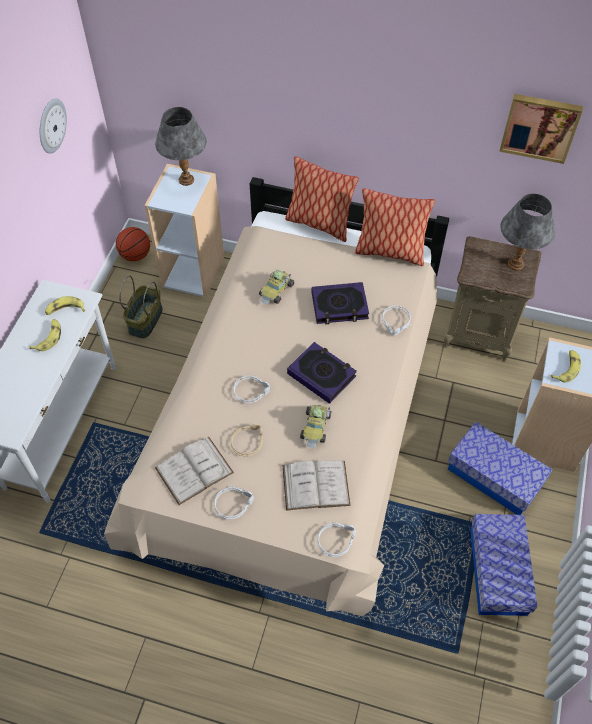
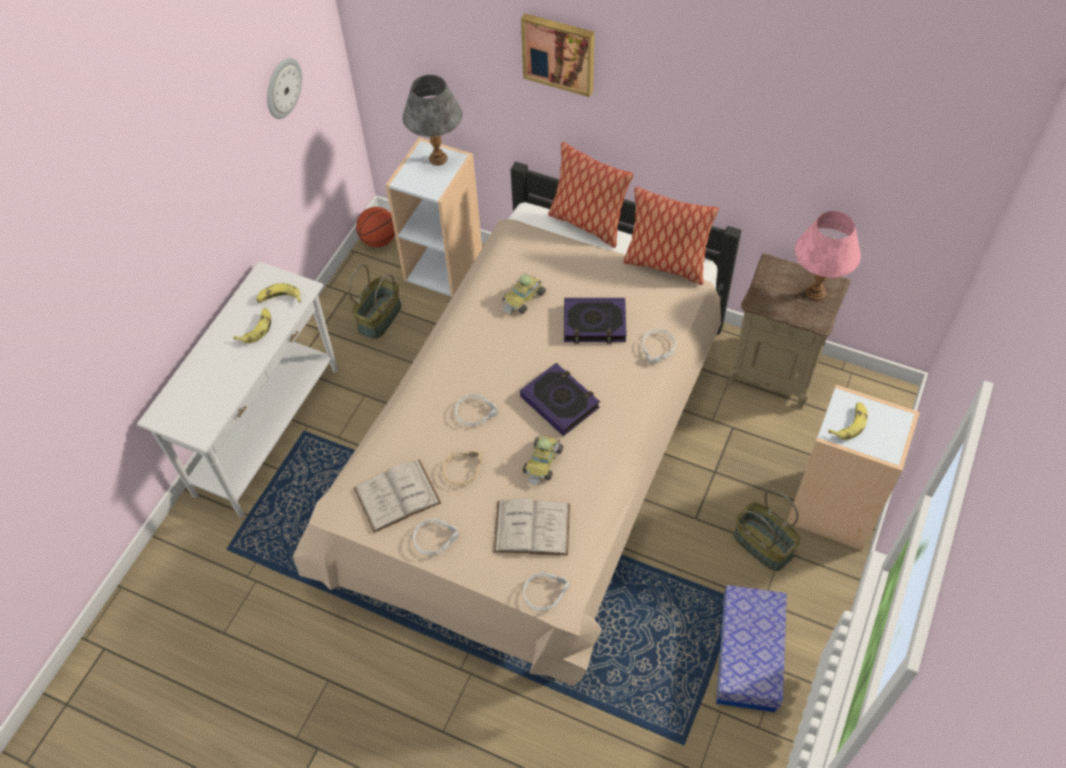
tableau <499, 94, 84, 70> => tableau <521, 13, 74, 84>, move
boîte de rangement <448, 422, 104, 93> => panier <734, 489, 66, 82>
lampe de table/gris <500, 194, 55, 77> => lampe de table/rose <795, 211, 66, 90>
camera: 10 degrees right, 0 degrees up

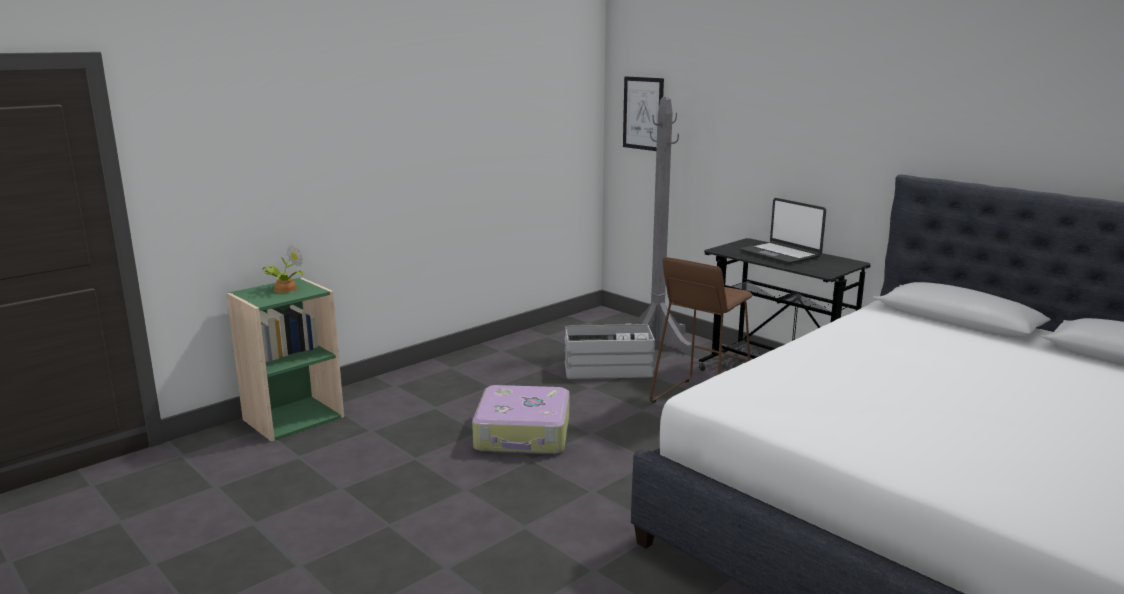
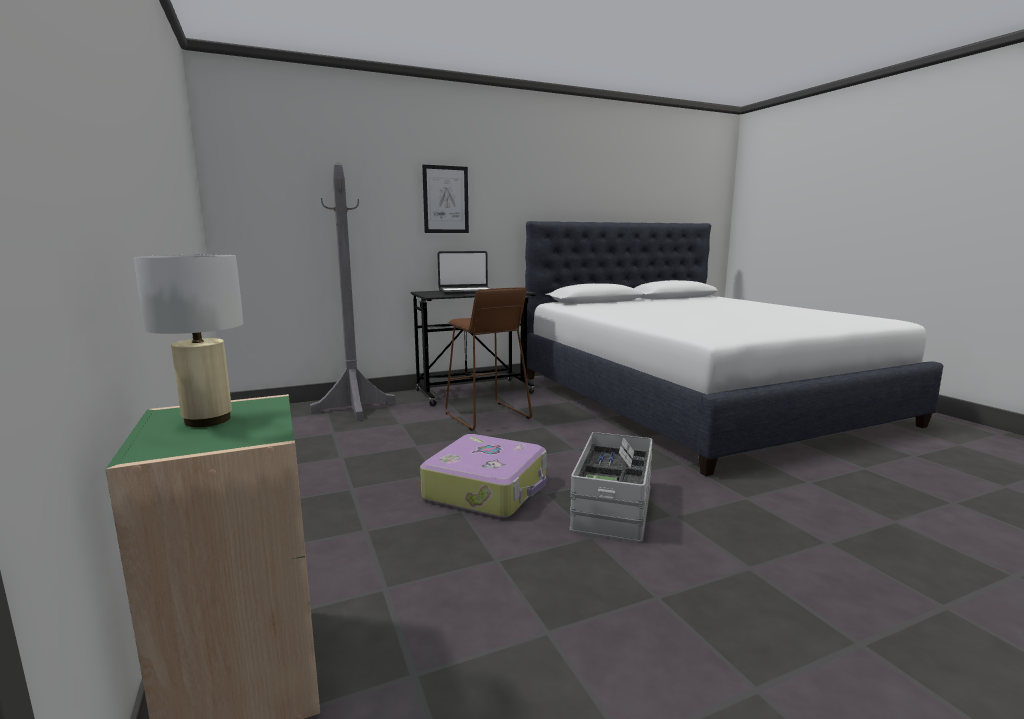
boîte de rangement/gris <565, 324, 90, 55> => boîte de rangement/gris <569, 432, 84, 111>, move
tableau <623, 77, 41, 74> => tableau <422, 165, 47, 68>, move
plante en pot <262, 245, 42, 48> => lampe de table/blanc <134, 255, 109, 172>
camera: 70 degrees left, 5 degrees down

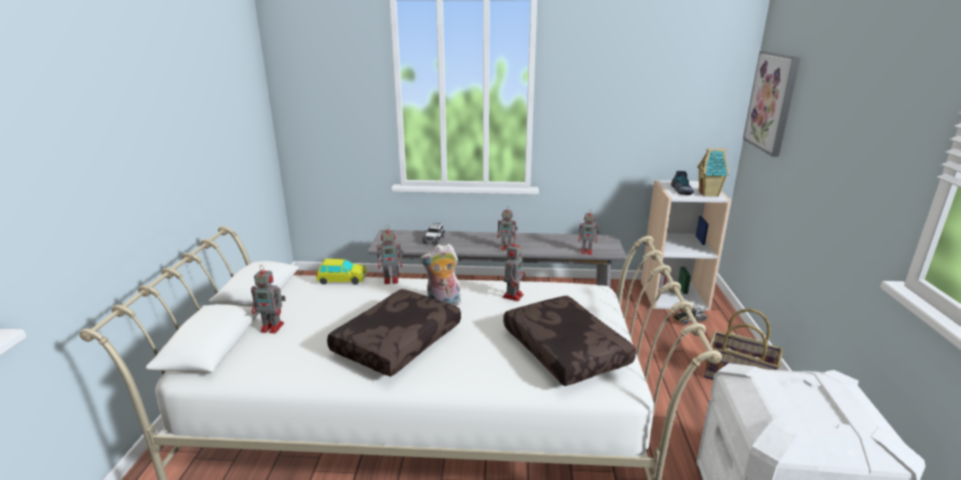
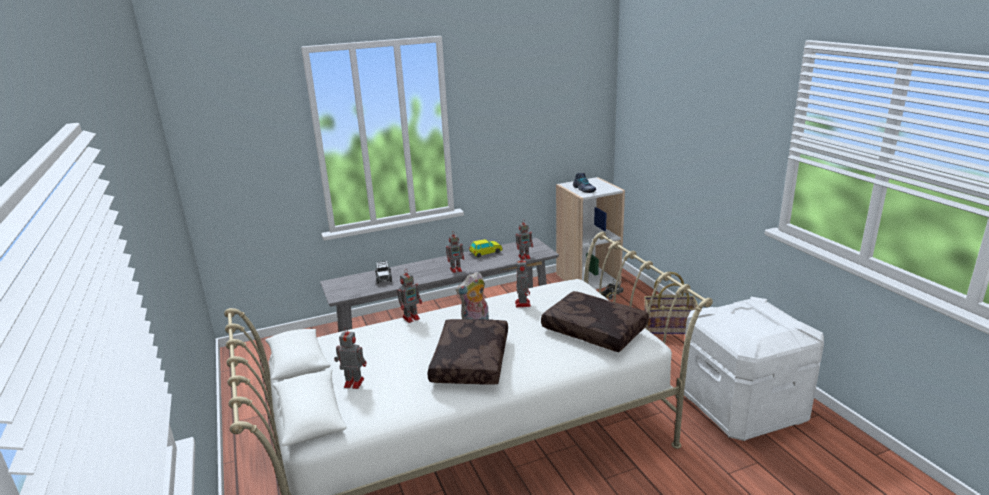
maison miniature <697, 148, 32, 49> => nothing
tableau <743, 51, 57, 106> => nothing
petite voiture <316, 259, 51, 26> => petite voiture <469, 239, 34, 19>, move
robot jouet <251, 265, 35, 68> => robot jouet <334, 327, 32, 62>, 150 degrees counterclockwise
camera: 25 degrees left, 0 degrees up

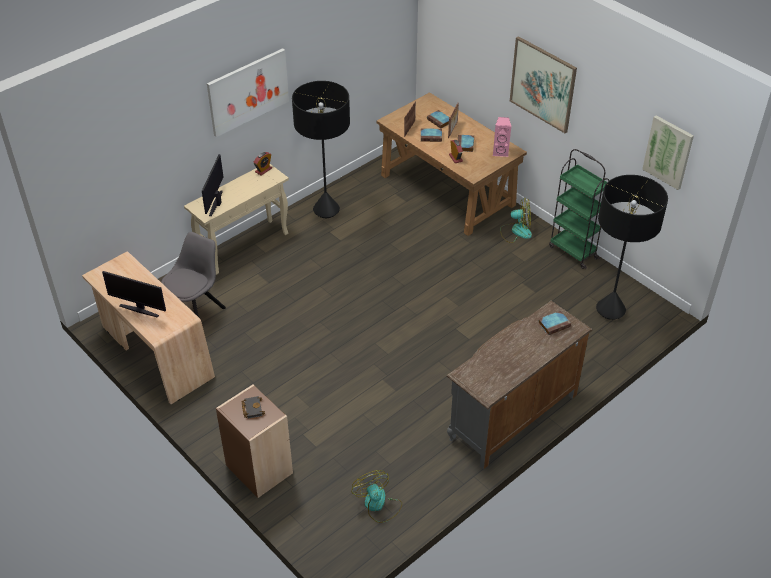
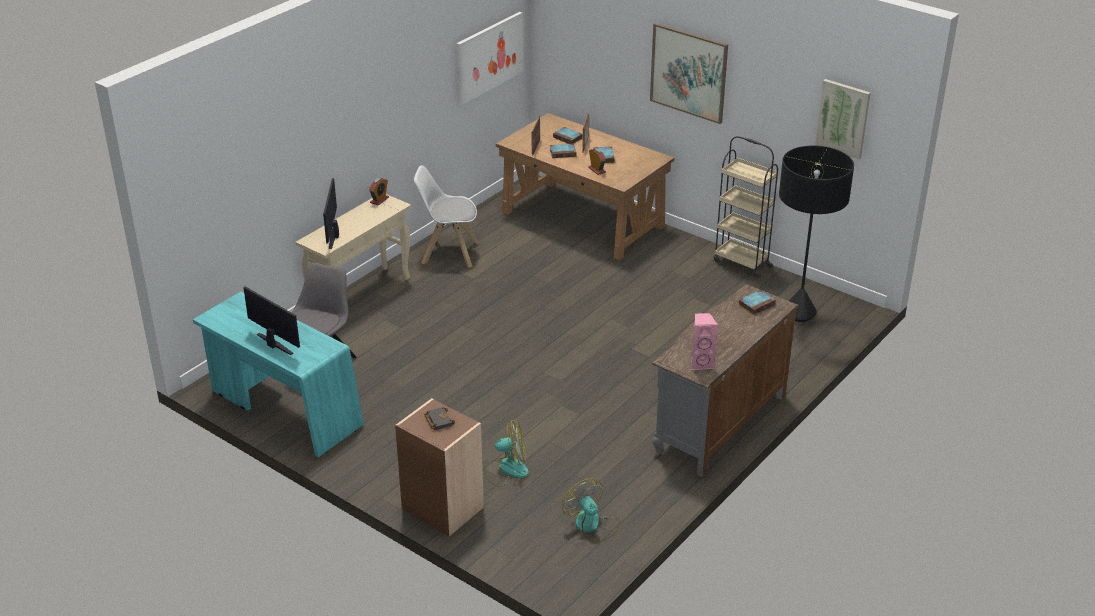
tableau <207, 48, 82, 89> => tableau <457, 12, 66, 93>, move
enceinte/rose <493, 117, 19, 40> => enceinte/rose <691, 313, 27, 57>, move
ventilateur <500, 198, 32, 45> => ventilateur <483, 420, 46, 67>, move
lampadaire/noir <292, 81, 58, 137> => chaise <414, 165, 66, 103>
bureau/beige <82, 251, 133, 153> => bureau/turquoise <193, 292, 171, 165>
chariot/vert <549, 149, 60, 120> => chariot/beige <714, 136, 64, 142>
écran d'ordinateur <102, 271, 64, 47> => écran d'ordinateur <243, 286, 57, 69>, 150 degrees counterclockwise
camera: 10 degrees left, 10 degrees down

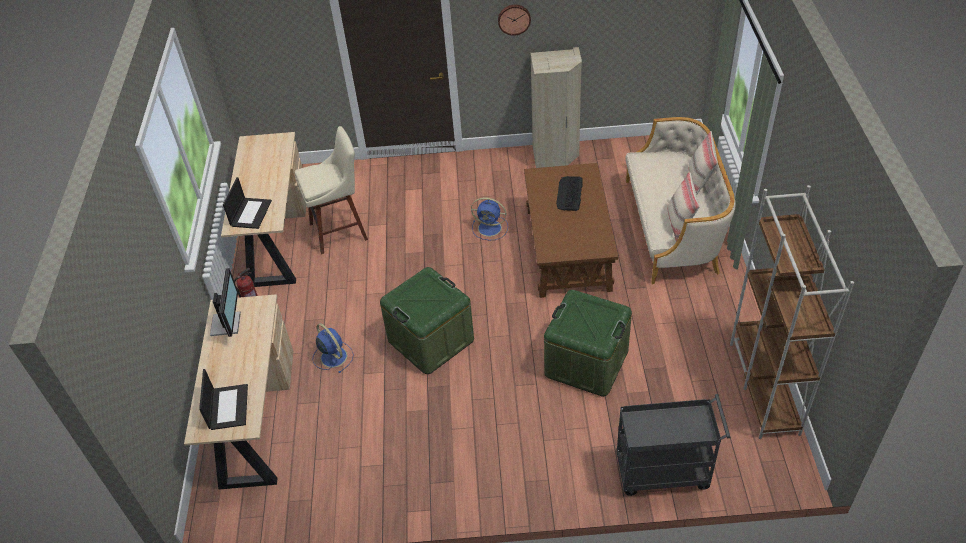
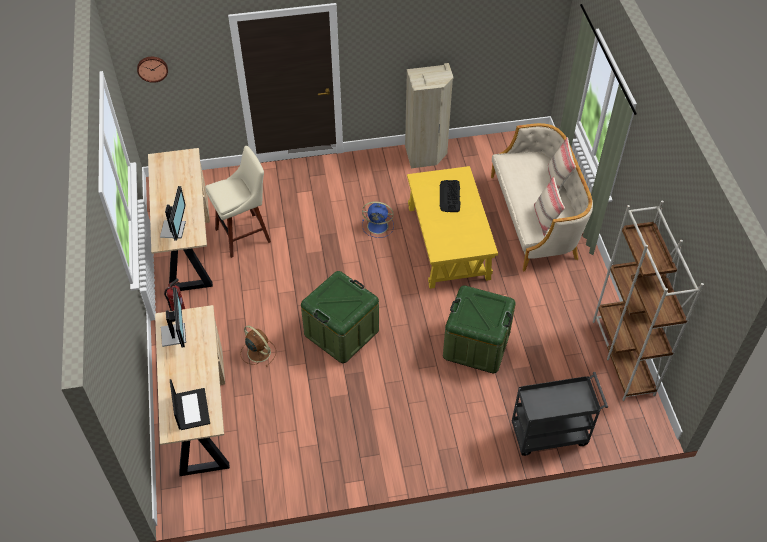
horloge murale <498, 5, 33, 31> => horloge murale <137, 57, 31, 26>, move
ordinateur portable <223, 177, 49, 52> => écran d'ordinateur <160, 186, 26, 55>
ventilateur/bleu <313, 323, 41, 50> => ventilateur/marron <240, 326, 36, 41>
table basse/marron <524, 163, 94, 135> => table basse/jaune <407, 166, 91, 123>
camera: 10 degrees left, 5 degrees up

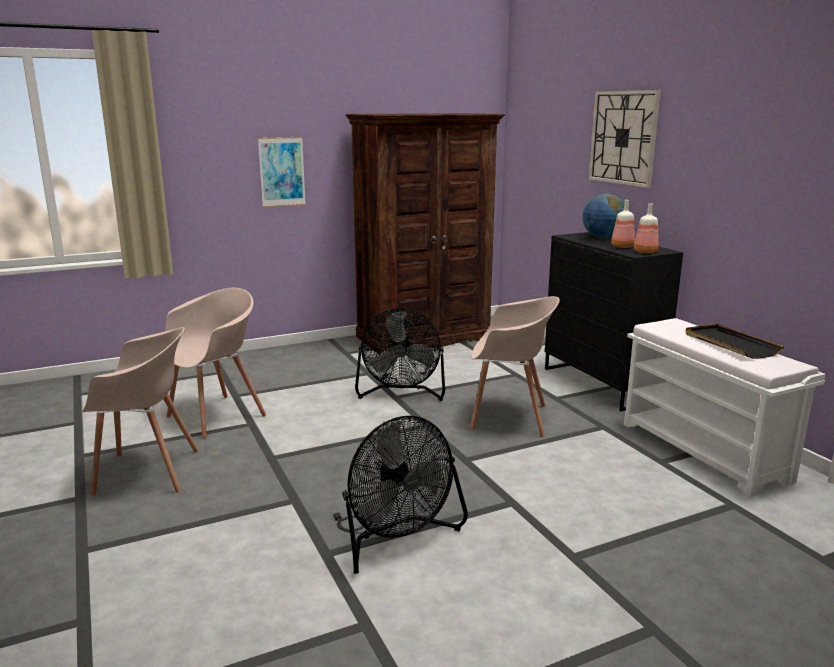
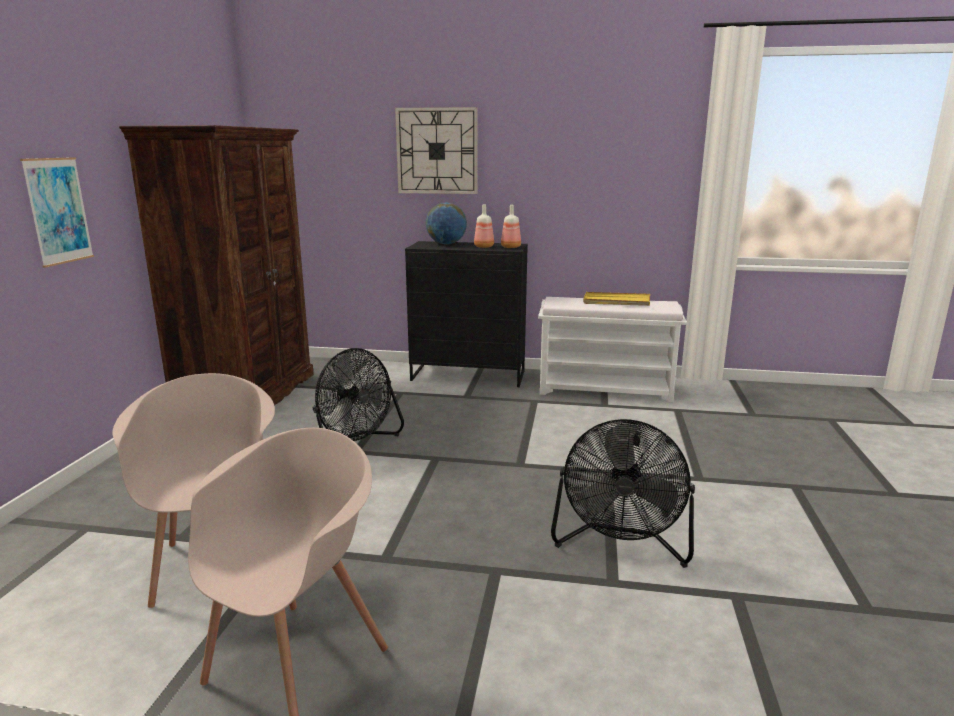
chaise/beige <470, 296, 90, 140> => nothing
plateau/noir <685, 324, 99, 35> => plateau/jaune <583, 292, 67, 14>
ventilateur/noir <333, 416, 135, 158> => ventilateur/noir <551, 419, 144, 149>, 105 degrees clockwise
camera: 55 degrees left, 0 degrees up

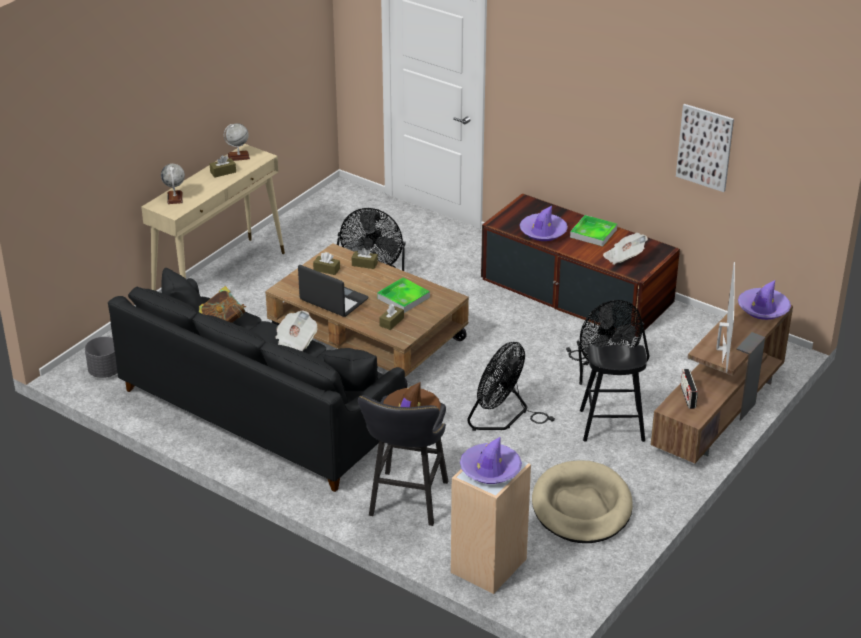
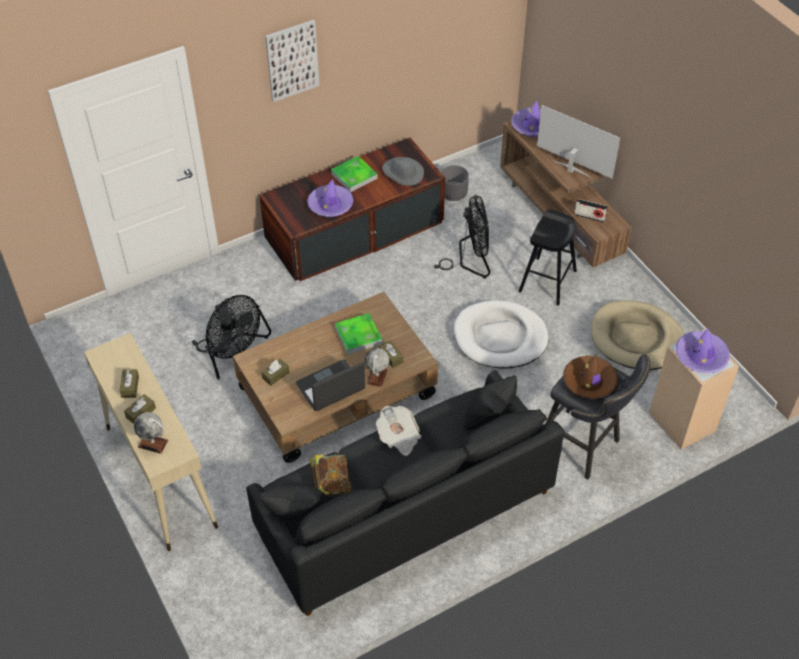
cache-pot/gris <85, 336, 32, 42> => cache-pot/gris <441, 165, 28, 36>, move
globe <224, 123, 26, 38> => globe <365, 348, 24, 39>, move
boîte à mouchoirs/marron <352, 248, 26, 21> => boîte à mouchoirs/marron <124, 394, 32, 30>, move
tableau <676, 104, 58, 88> => tableau <265, 20, 54, 82>, move
ventilateur/noir <467, 342, 88, 89> => panier pour chien/blanc <454, 300, 95, 69>
journal <603, 233, 45, 32> => chapeau/gris <382, 157, 42, 29>
camera: 65 degrees left, 15 degrees up

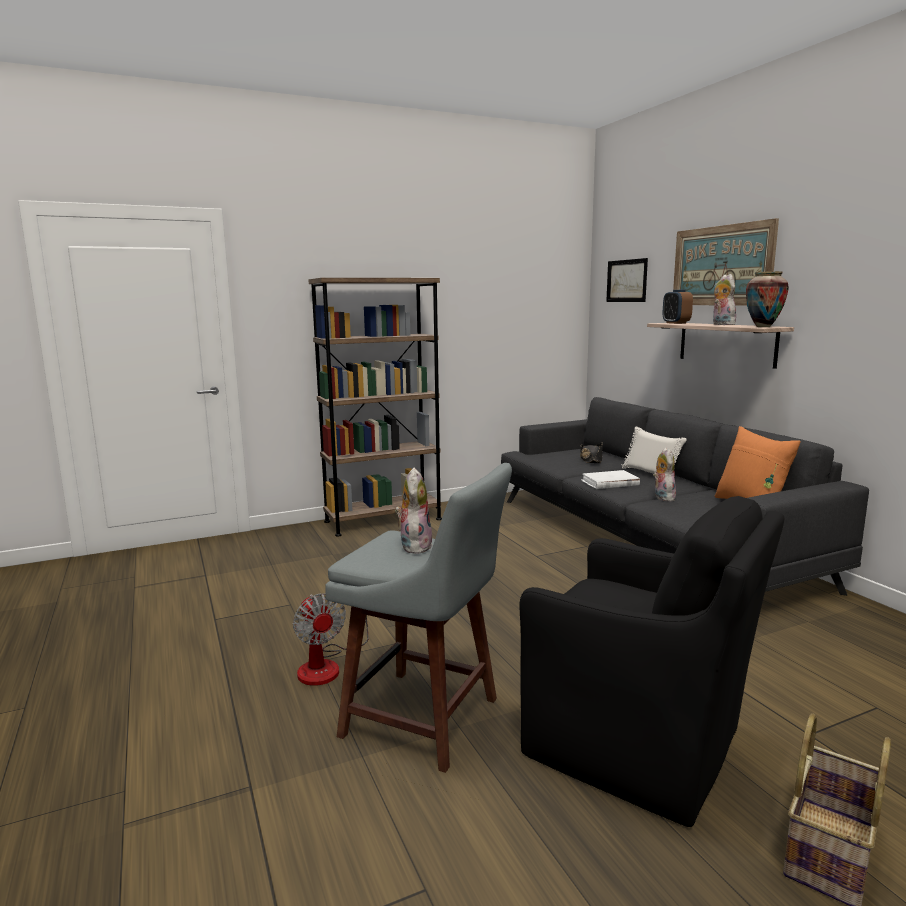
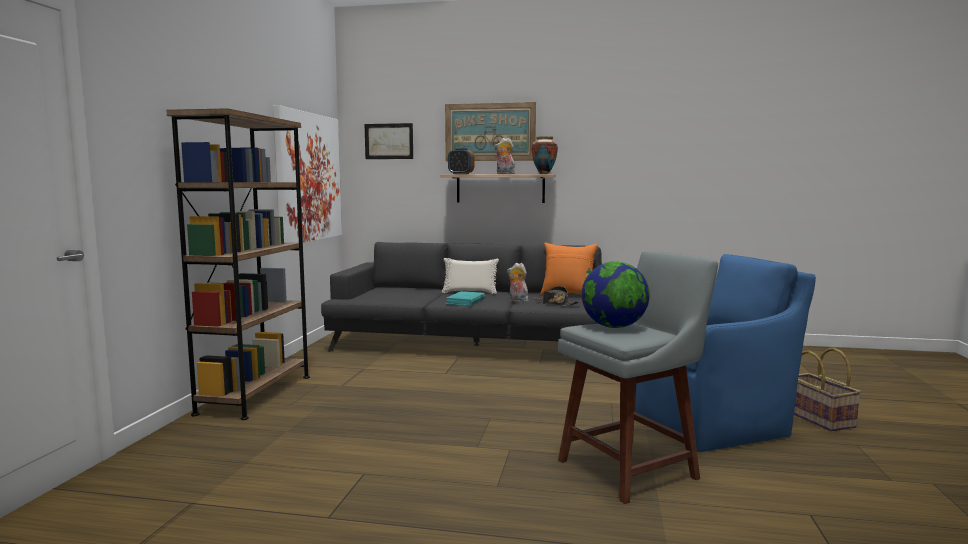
ventilateur <293, 593, 76, 93> => nothing
nothing => tableau <273, 105, 69, 138>
chapeau/noir <580, 443, 23, 20> => chapeau/noir <533, 286, 47, 20>, move
peluche <395, 468, 38, 86> => globe <582, 261, 68, 67>
fauteuil/noir <519, 496, 265, 331> => fauteuil/bleu <635, 254, 181, 198>
livre/blanc <581, 470, 59, 19> => livre/turquoise <445, 291, 41, 15>
camera: 55 degrees left, 5 degrees down

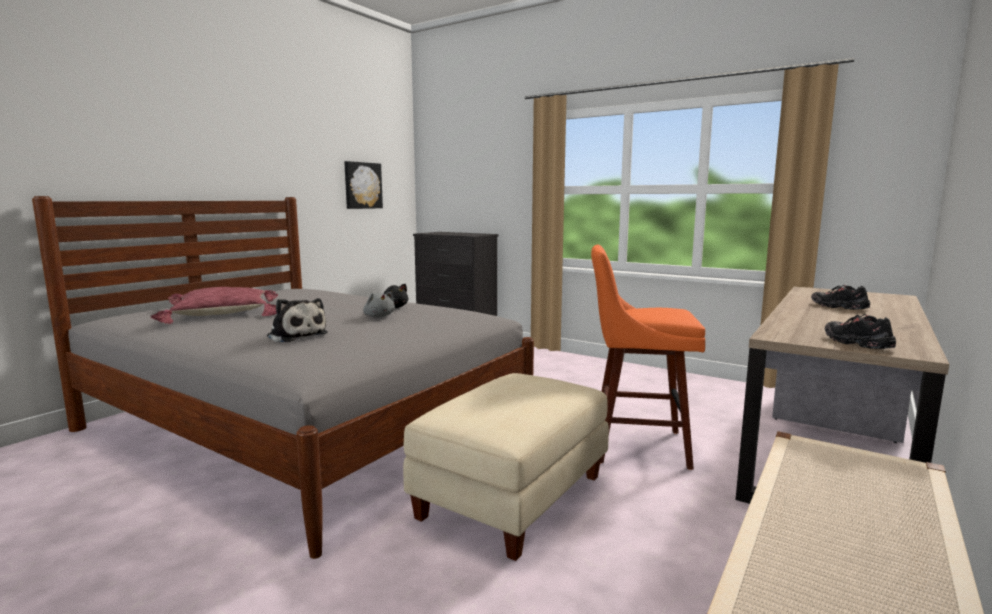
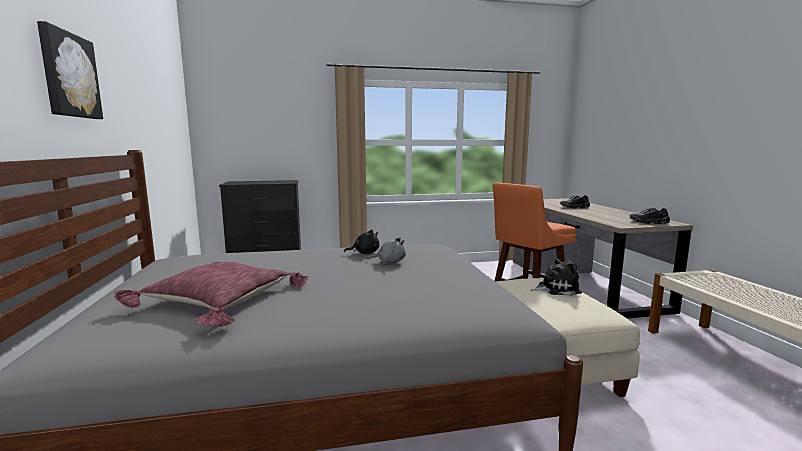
peluche <267, 298, 61, 44> => peluche <530, 258, 52, 38>, move
tableau <344, 161, 39, 48> => tableau <37, 21, 66, 98>, move
camera: 45 degrees left, 0 degrees up

